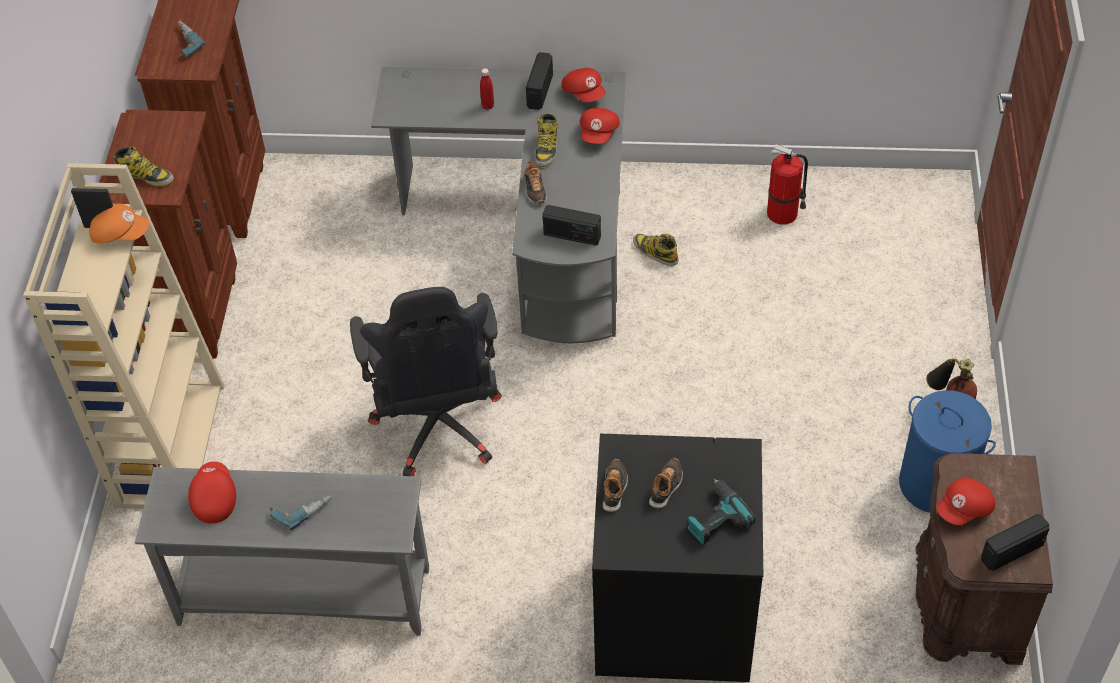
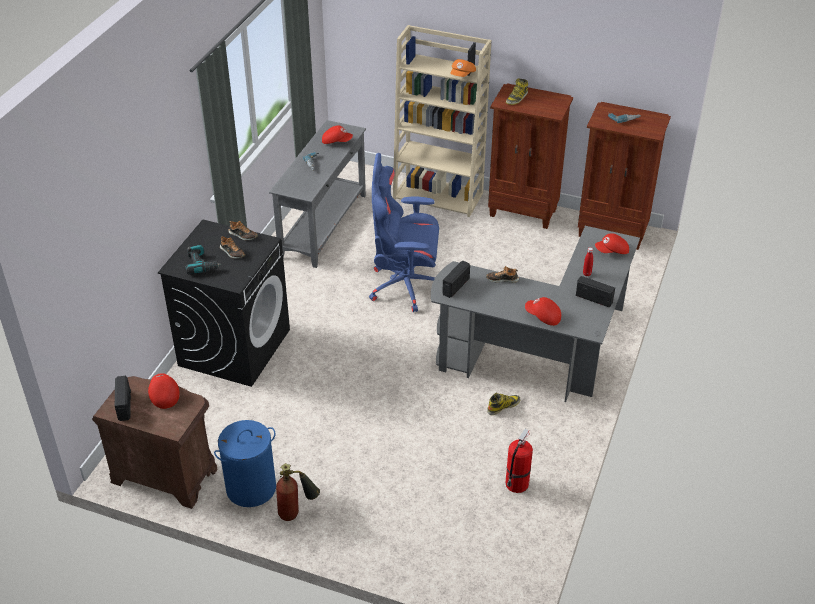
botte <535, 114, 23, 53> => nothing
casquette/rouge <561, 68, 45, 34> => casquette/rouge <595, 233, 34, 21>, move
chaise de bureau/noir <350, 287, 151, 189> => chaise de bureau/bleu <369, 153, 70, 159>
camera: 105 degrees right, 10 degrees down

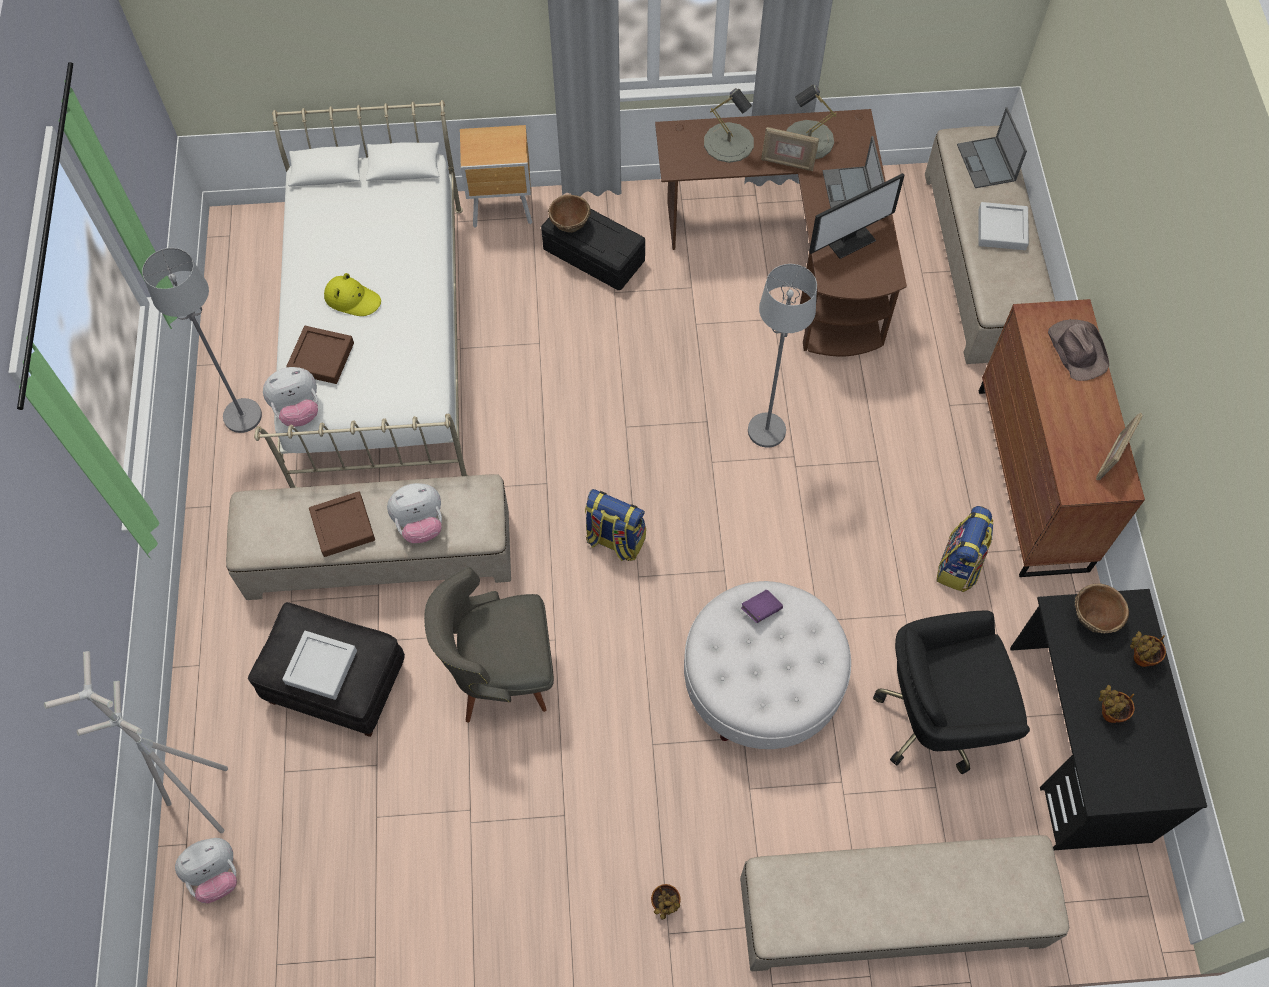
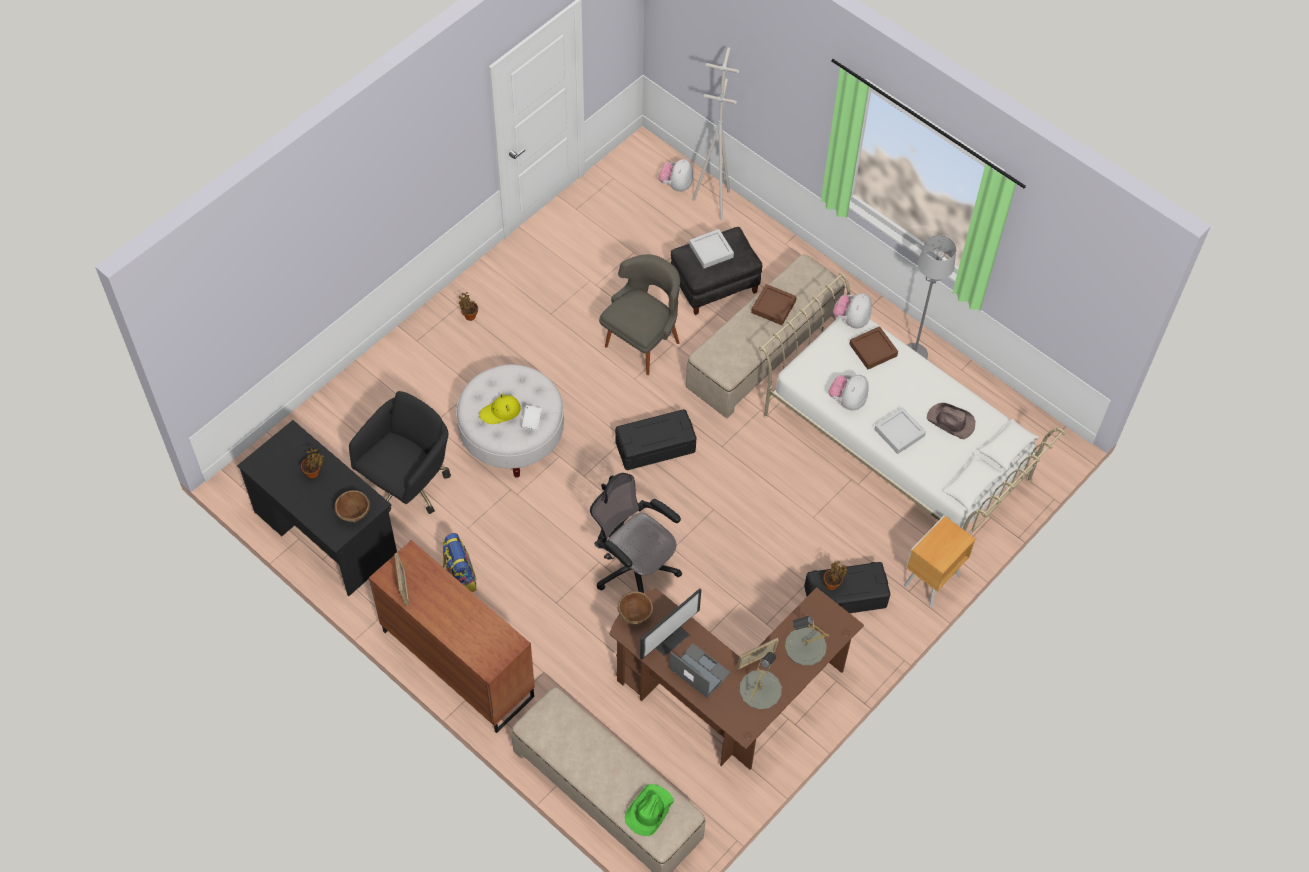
banc/beige <740, 835, 329, 136> => nothing
chapeau/jaune <324, 273, 57, 43> => chapeau/jaune <479, 394, 42, 30>, move
peluche <387, 483, 55, 60> => peluche <829, 375, 40, 35>, move
bol/marron <548, 195, 43, 38> => bol/marron <617, 591, 37, 34>, move
plateau/gris <978, 202, 51, 48> => plateau/gris <874, 407, 52, 47>, move
chapeau/marron <1048, 319, 61, 62> => chapeau/marron <927, 403, 48, 36>, move
plante en pot <1130, 631, 36, 36> => plante en pot <824, 561, 23, 29>, move
sac à dos <585, 489, 61, 72> => boîte de rangement/noir <615, 409, 82, 61>
lampadaire/gris <748, 264, 69, 184> => chaise de bureau <590, 473, 92, 120>
ordinateur portable <957, 107, 70, 81> => chapeau/vert <625, 784, 49, 52>
livre/violet <741, 590, 42, 33> => livre/blanc <521, 405, 21, 25>
écran d'ordinateur <809, 173, 96, 86> => écran d'ordinateur <640, 588, 61, 72>, 150 degrees counterclockwise
camera: 135 degrees right, 5 degrees down

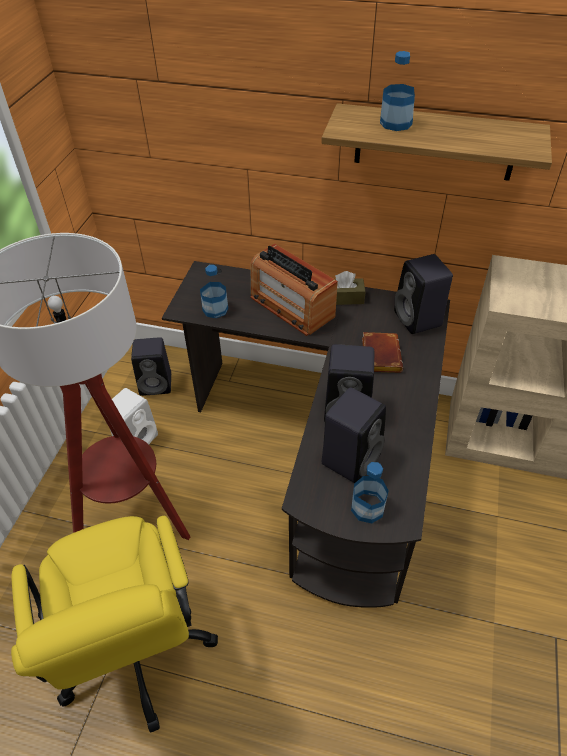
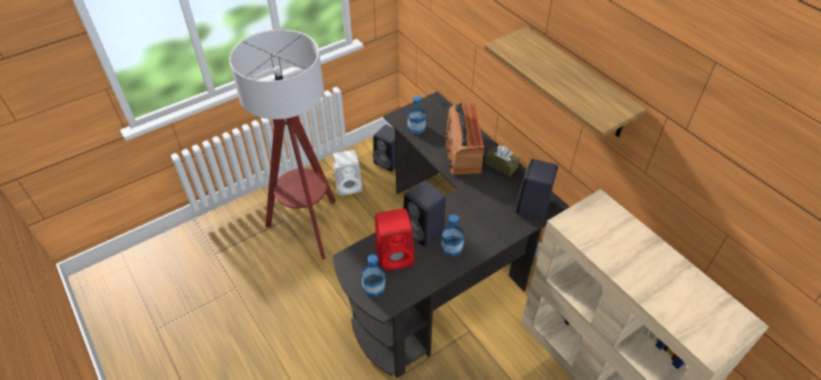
chaise de bureau/jaune <11, 516, 207, 217> => nothing
livre/marron <362, 332, 41, 41> => nothing
bouteille <380, 51, 35, 80> => bouteille <441, 214, 23, 43>, move
enceinte/noir <322, 387, 64, 96> => enceinte/rouge <375, 208, 39, 63>
camera: 40 degrees right, 0 degrees up

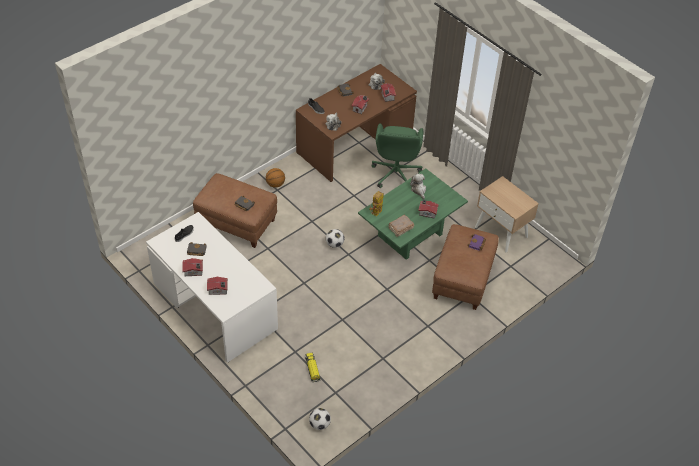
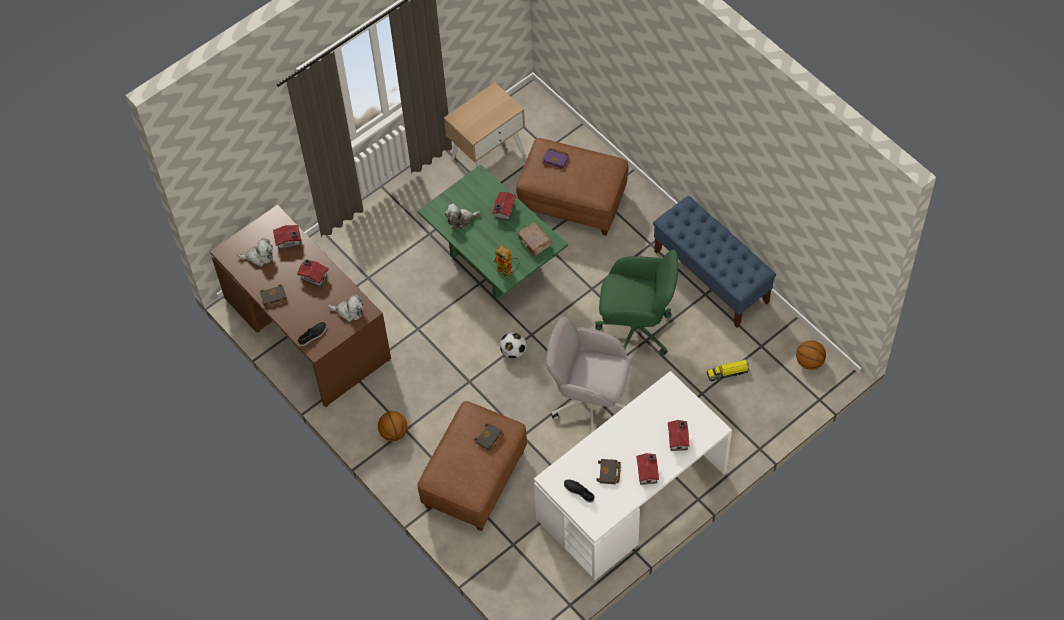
nothing => chaise de bureau/gris <546, 316, 84, 117>
nothing => banc/bleu <653, 196, 123, 132>
chaise de bureau/vert <371, 123, 52, 65> => chaise de bureau/vert <595, 250, 83, 105>, move
ballon de foot <309, 408, 22, 22> => ballon de basket <796, 340, 30, 30>
camera: 85 degrees left, 10 degrees up

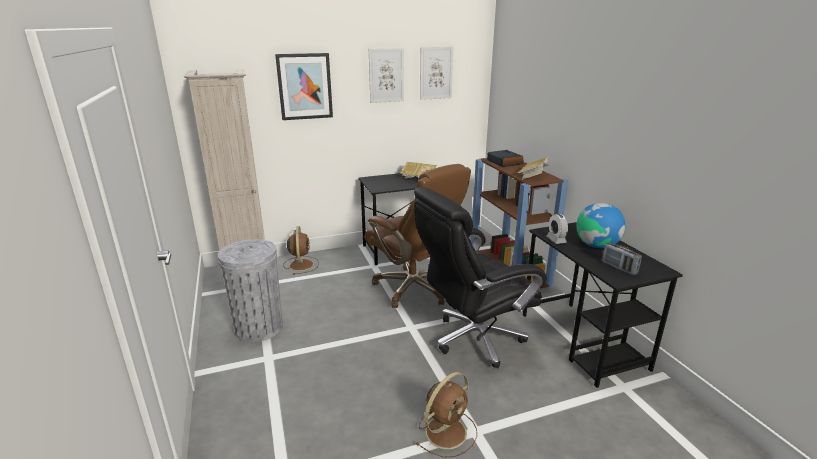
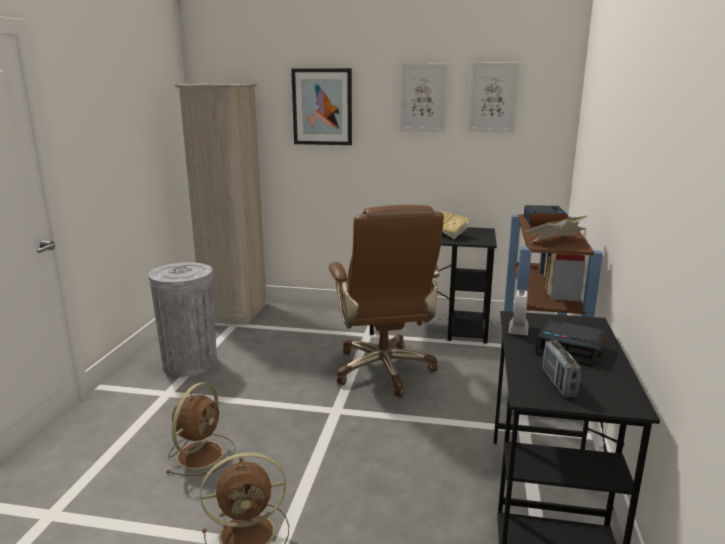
chaise de bureau/noir <414, 187, 133, 181> => nothing
ventilateur/marron <283, 226, 36, 49> => ventilateur/marron <167, 382, 68, 94>, move
globe <577, 203, 48, 45> => réveil <535, 319, 70, 47>
camera: 30 degrees right, 5 degrees down

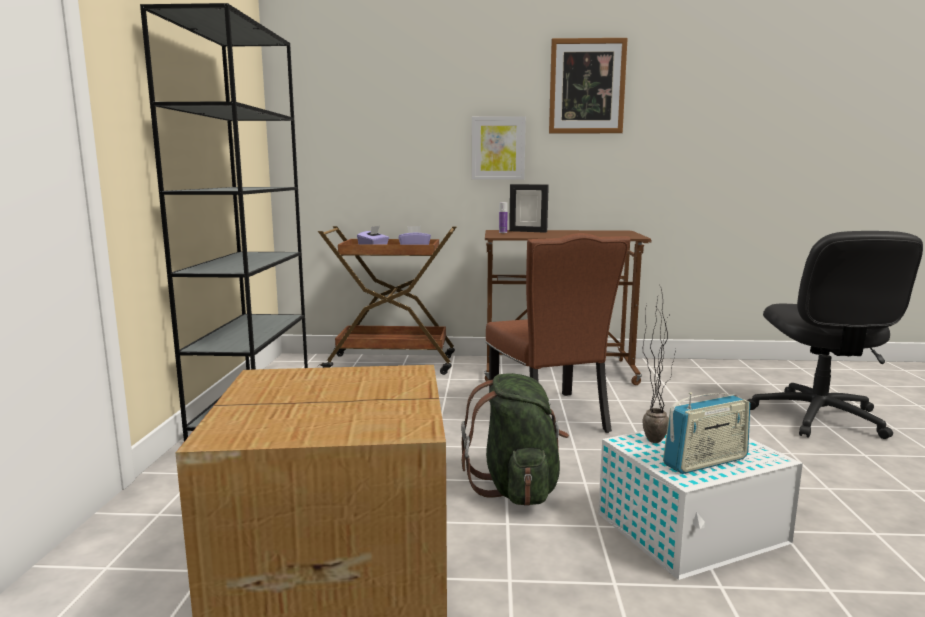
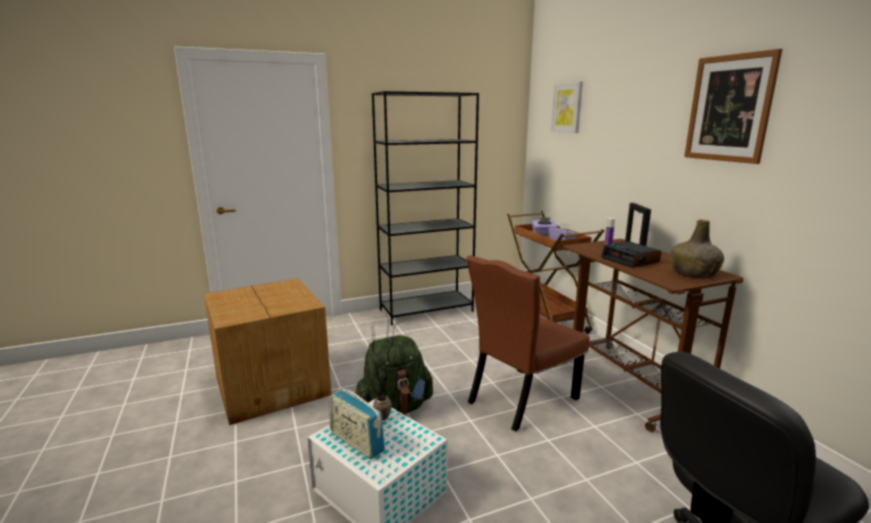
nothing => réveil <601, 241, 60, 27>
nothing => bouteille/vert <671, 220, 53, 58>
tableau <472, 116, 54, 64> => tableau <551, 81, 32, 52>, move
camera: 65 degrees right, 5 degrees up

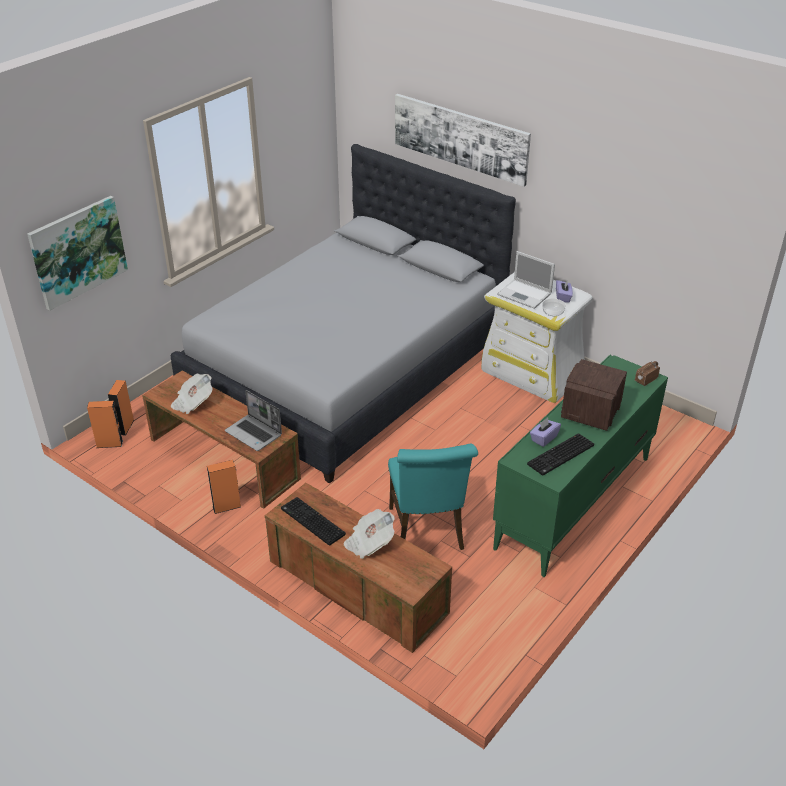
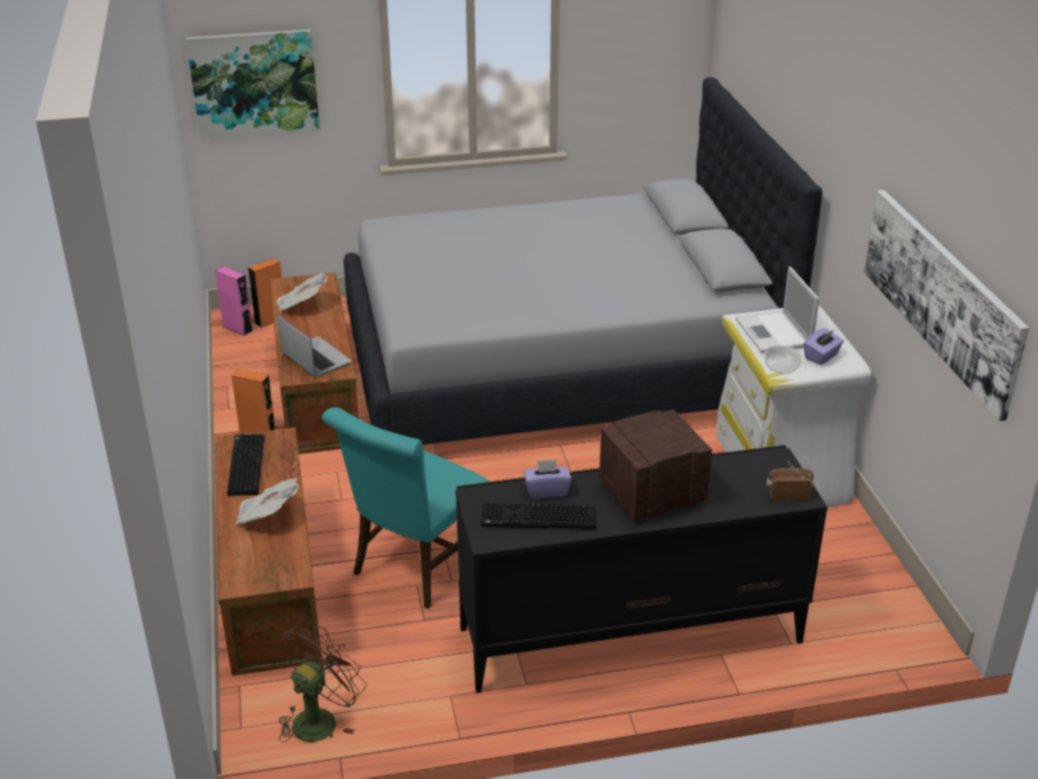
nothing => ventilateur/marron <279, 620, 88, 123>
tableau <395, 94, 136, 93> => tableau <864, 190, 165, 231>, move
enceinte/orange <87, 401, 36, 47> => enceinte/rose <215, 267, 38, 69>
commode/vert <493, 355, 175, 222> => commode/noir <456, 445, 372, 248>
ordinateur portable <225, 390, 57, 61> => ordinateur portable <277, 314, 75, 64>, 150 degrees clockwise
camera: 40 degrees right, 5 degrees down

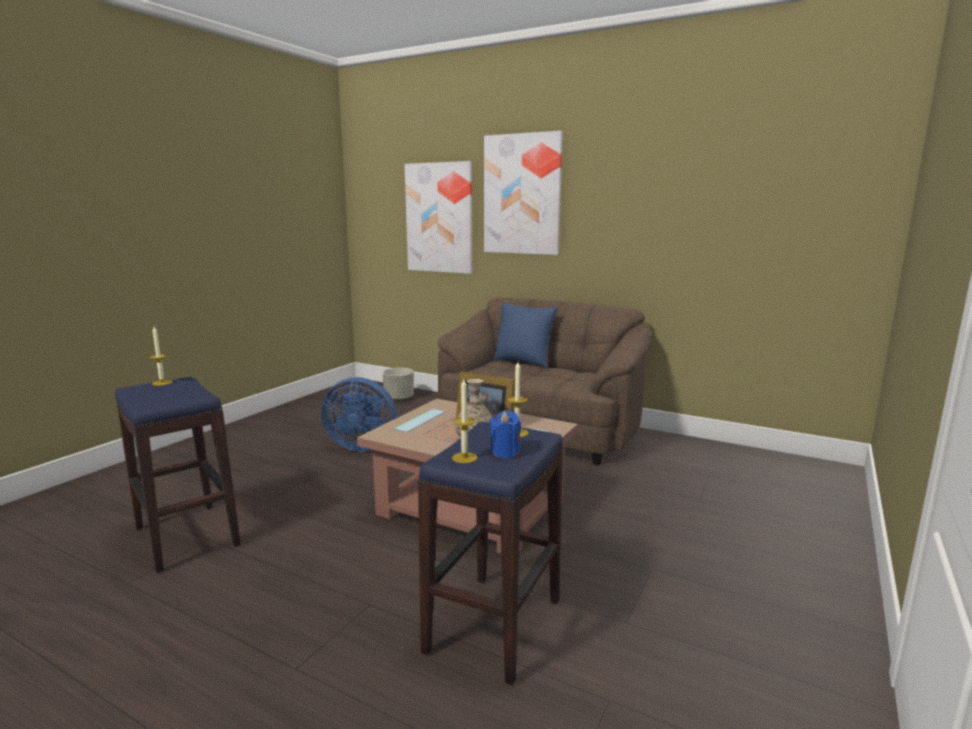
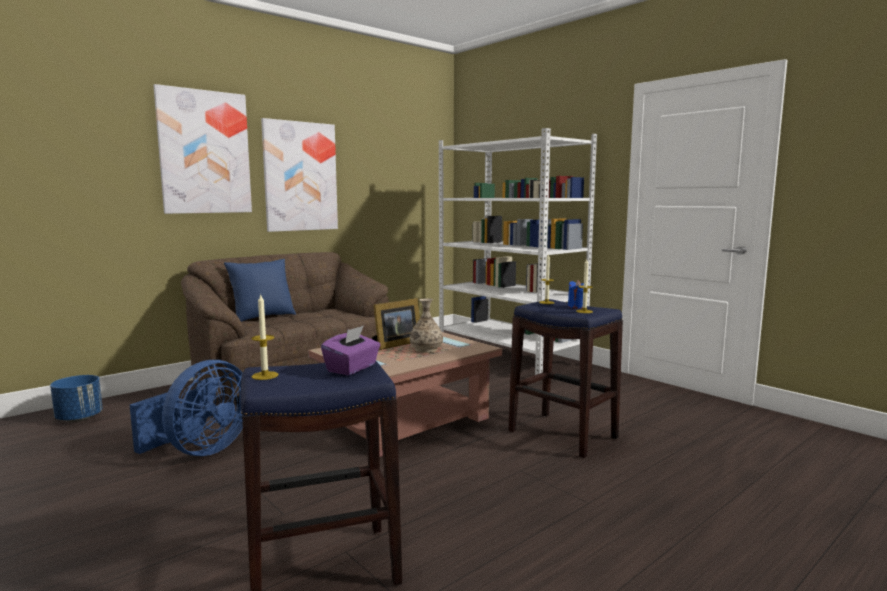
nothing => boîte à mouchoirs/violet <321, 325, 59, 50>
nothing => bibliothèque/blanc <439, 128, 158, 247>
tableau <404, 161, 68, 113> => tableau <261, 118, 77, 114>, move
cache-pot/gris <383, 368, 31, 33> => cache-pot/bleu <50, 375, 53, 47>
camera: 70 degrees left, 5 degrees down

